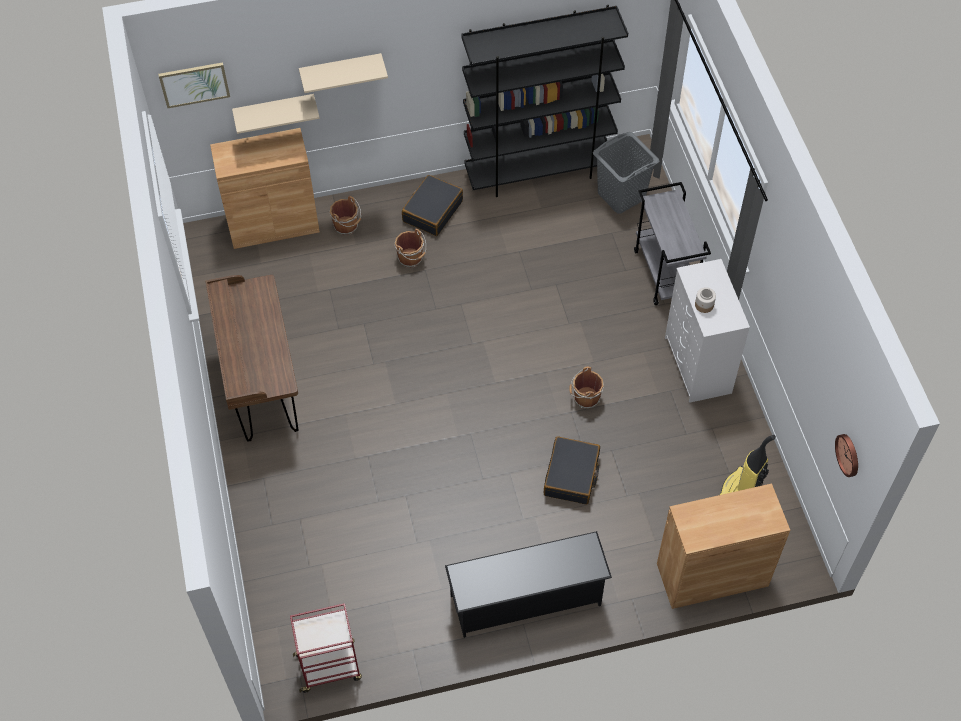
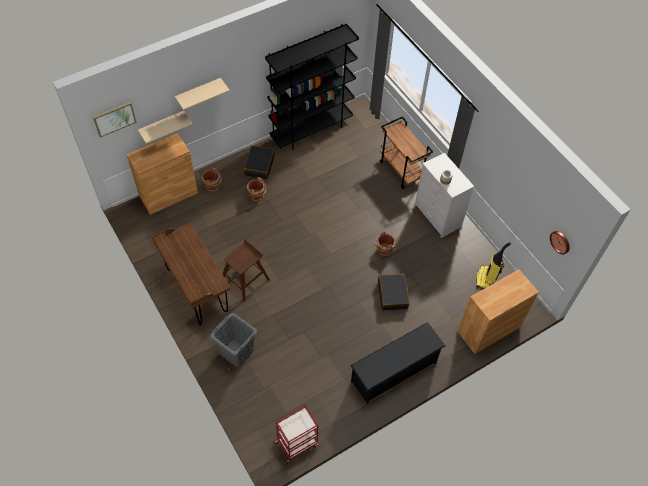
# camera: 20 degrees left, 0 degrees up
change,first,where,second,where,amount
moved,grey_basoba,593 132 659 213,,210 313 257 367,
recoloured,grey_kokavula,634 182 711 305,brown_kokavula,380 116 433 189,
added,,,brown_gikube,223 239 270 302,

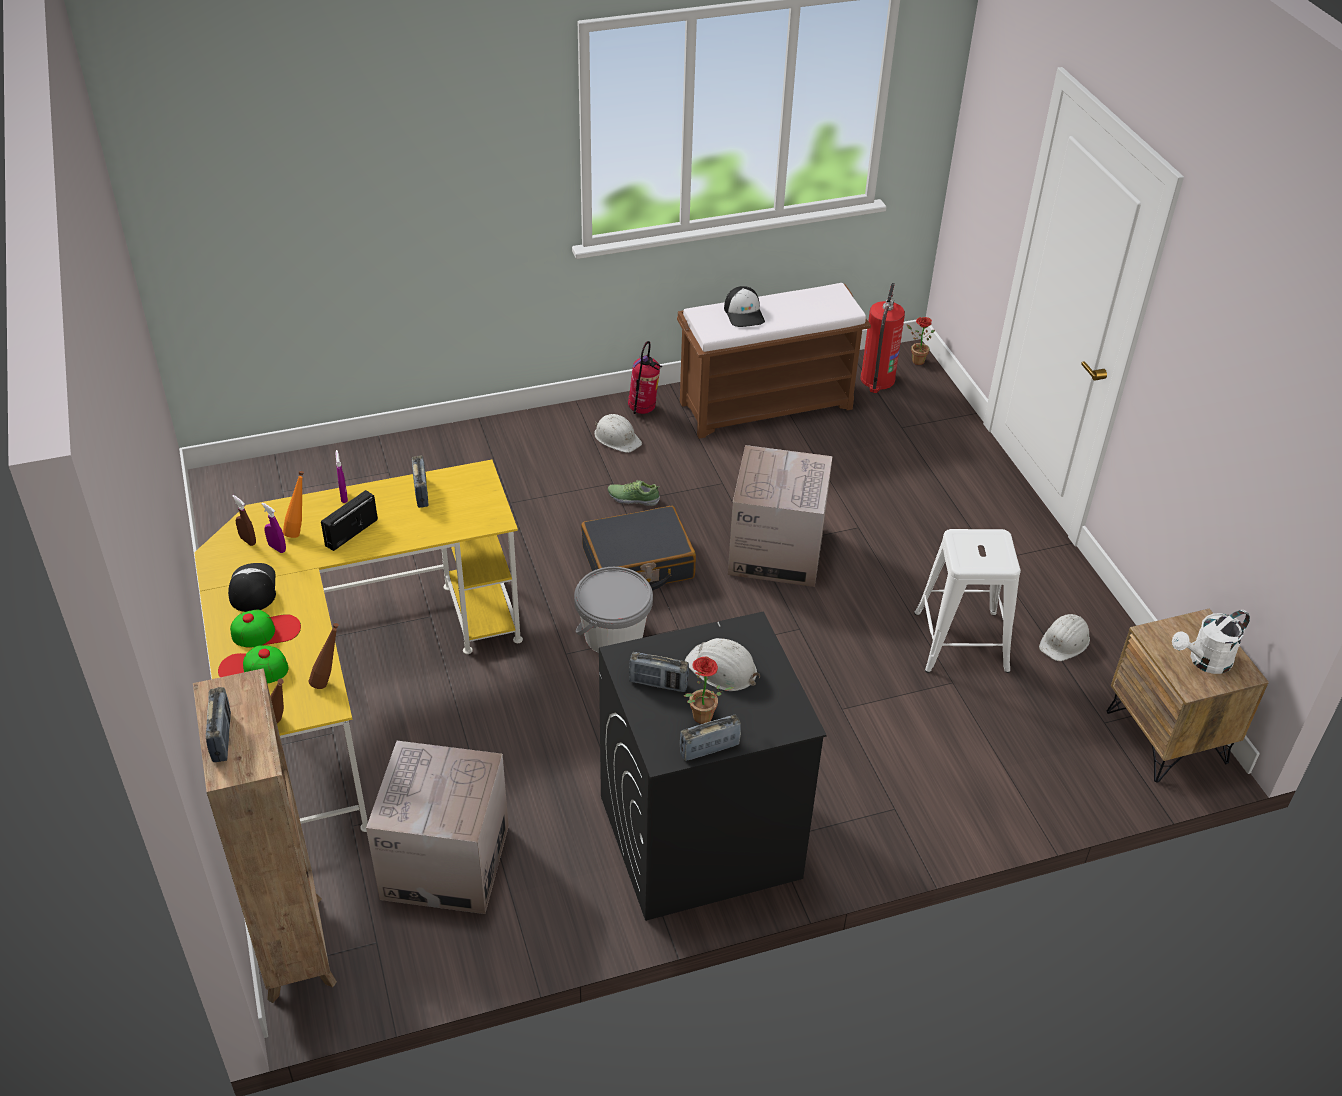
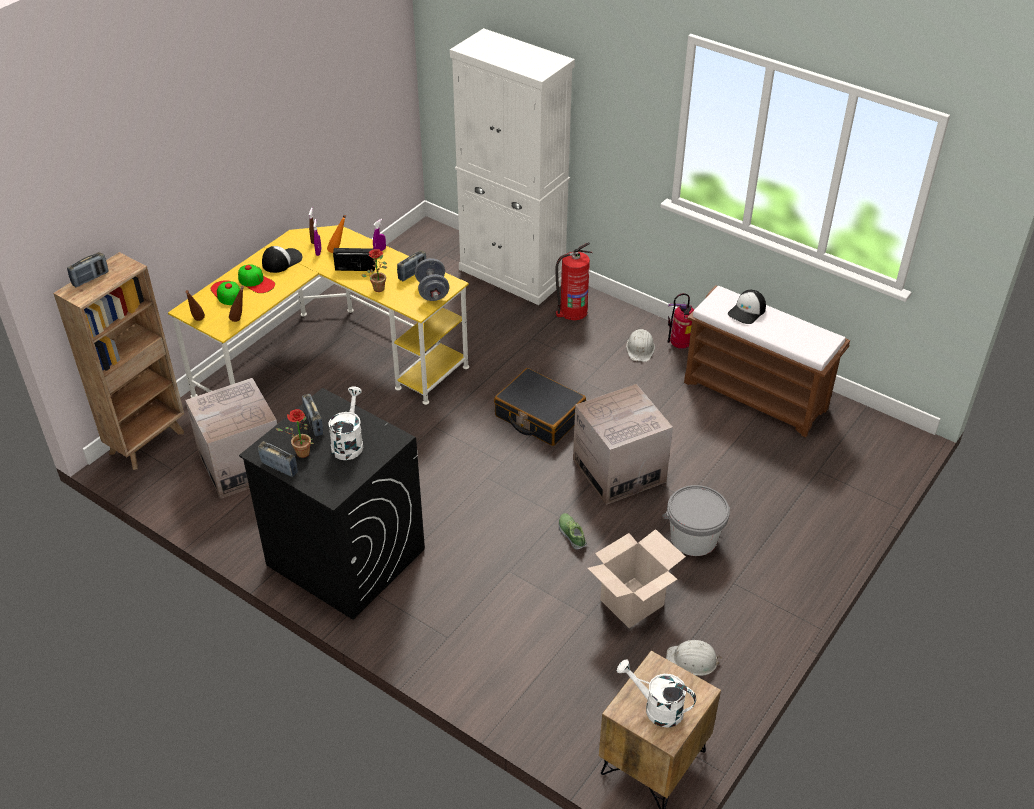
# camera: 55 degrees right, 0 degrees up
change,first,where,second,where,amount
moved,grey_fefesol,574 567 653 653,,662 485 730 556,
moved,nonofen,608 480 660 506,,559 513 587 550,
replaced,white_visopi,685 638 760 691,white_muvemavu,328 386 363 460,
moved,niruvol,860 283 905 393,,555 242 593 320,
moved,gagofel,907 317 935 365,,361 249 387 292,
replaced,white_gikube,914 529 1021 673,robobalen,587 529 686 628,
added,,,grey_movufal,415 258 449 301,
added,,,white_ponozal,450 28 575 305,

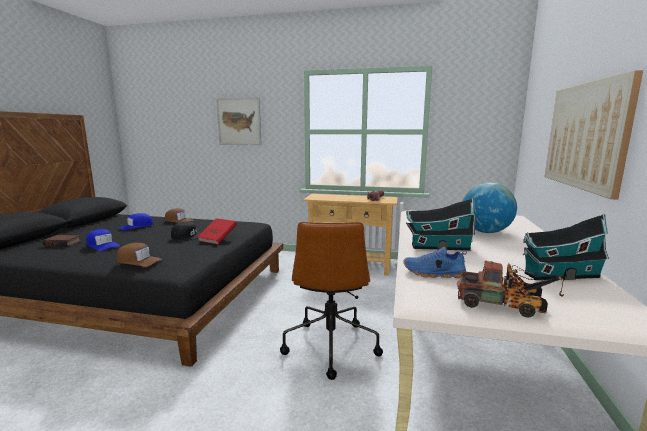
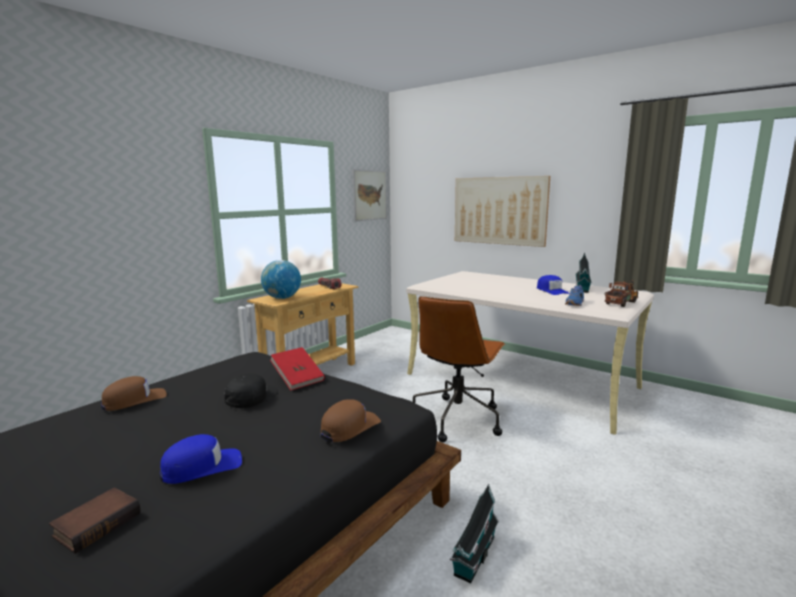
# camera: 65 degrees left, 0 degrees up
change,first,where,second,where,amount
moved,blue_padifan,119 213 154 230,,537 275 570 295,
moved,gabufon,216 98 262 145,,352 169 387 222,
turned,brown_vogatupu,280 222 383 380,,413 296 505 442,90 degrees clockwise
moved,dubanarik,406 198 476 251,,450 484 499 583,
moved,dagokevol,463 183 517 233,,261 260 301 299,

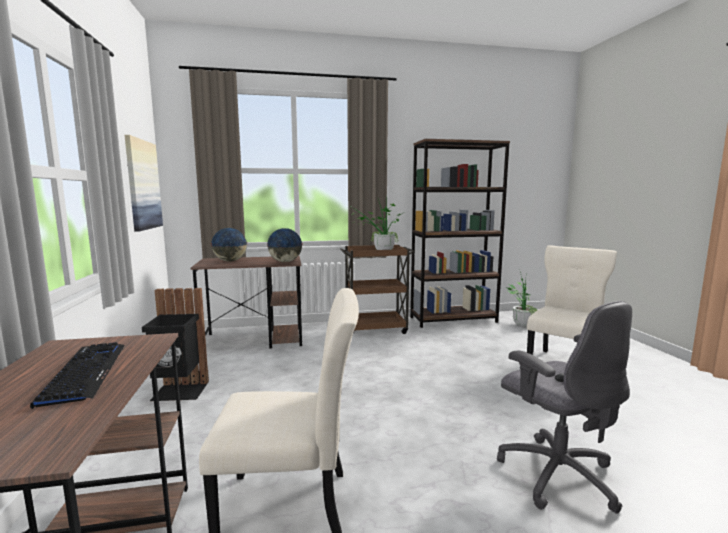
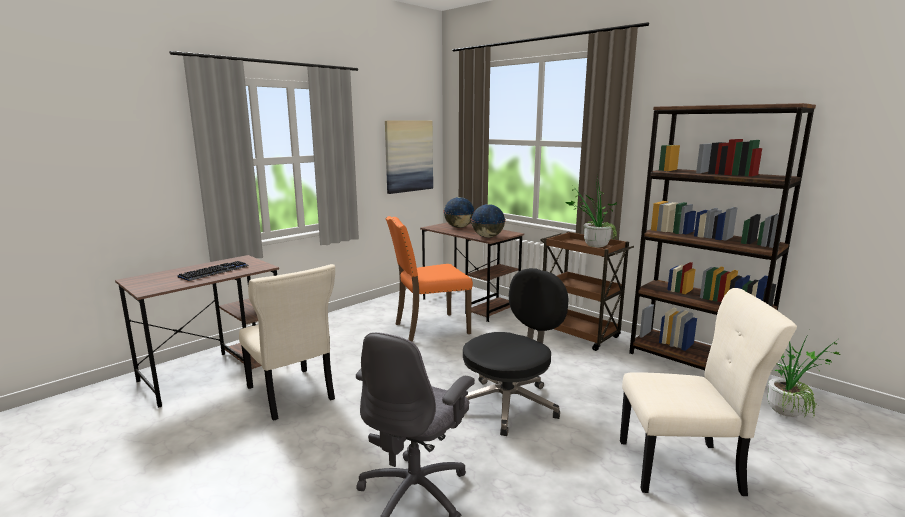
# camera: 55 degrees right, 5 degrees up
change,first,where,second,where,amount
removed,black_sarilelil,142 288 209 401,,,
added,,,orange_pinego,385 216 473 342,
added,,,black_vogatupu,463 268 569 436,

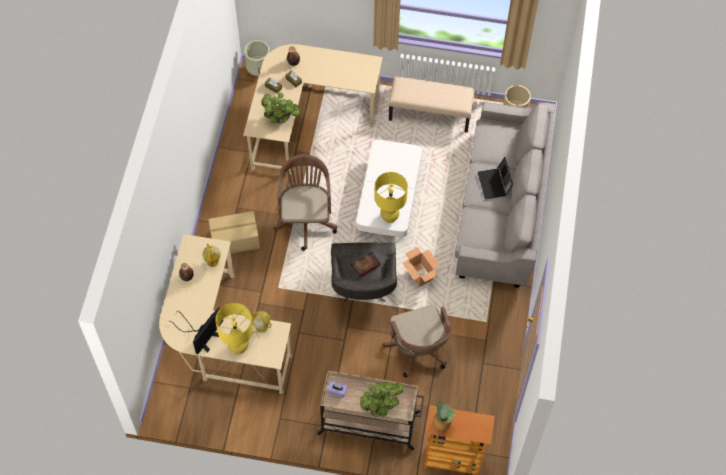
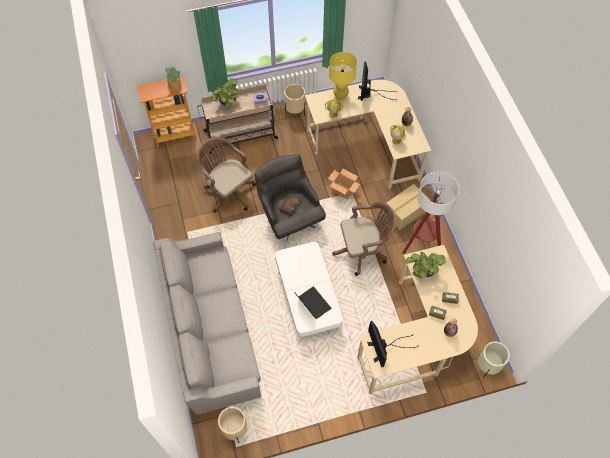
# camera: 155 degrees right, 0 degrees up
change,first,where,second,where,amount
turned,brown_vogatupu,274 154 337 251,,332 202 396 276,75 degrees counterclockwise
removed,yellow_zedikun,374 172 408 223,,,
removed,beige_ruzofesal,388 76 475 132,,,
moved,robobalen,403 247 440 287,,328 169 360 200,
moved,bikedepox,478 157 513 199,,294 286 331 319,
added,,,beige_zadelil,284 84 305 116,
added,,,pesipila,367 321 419 367,
added,,,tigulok,402 171 460 254,

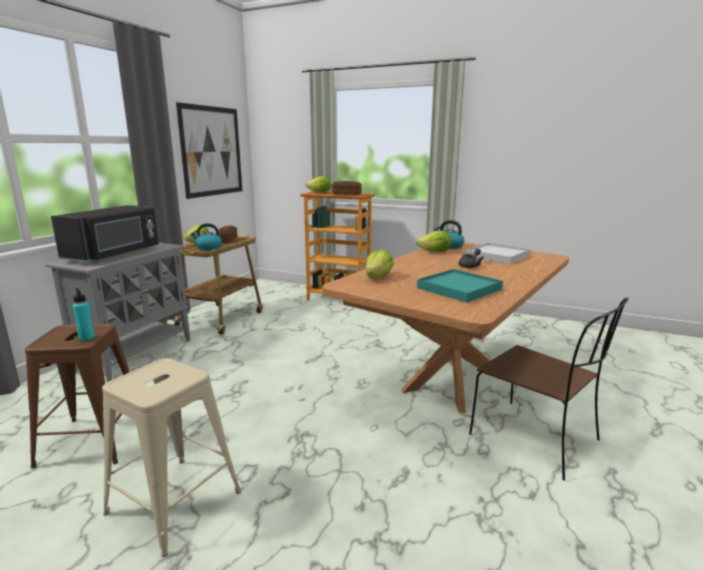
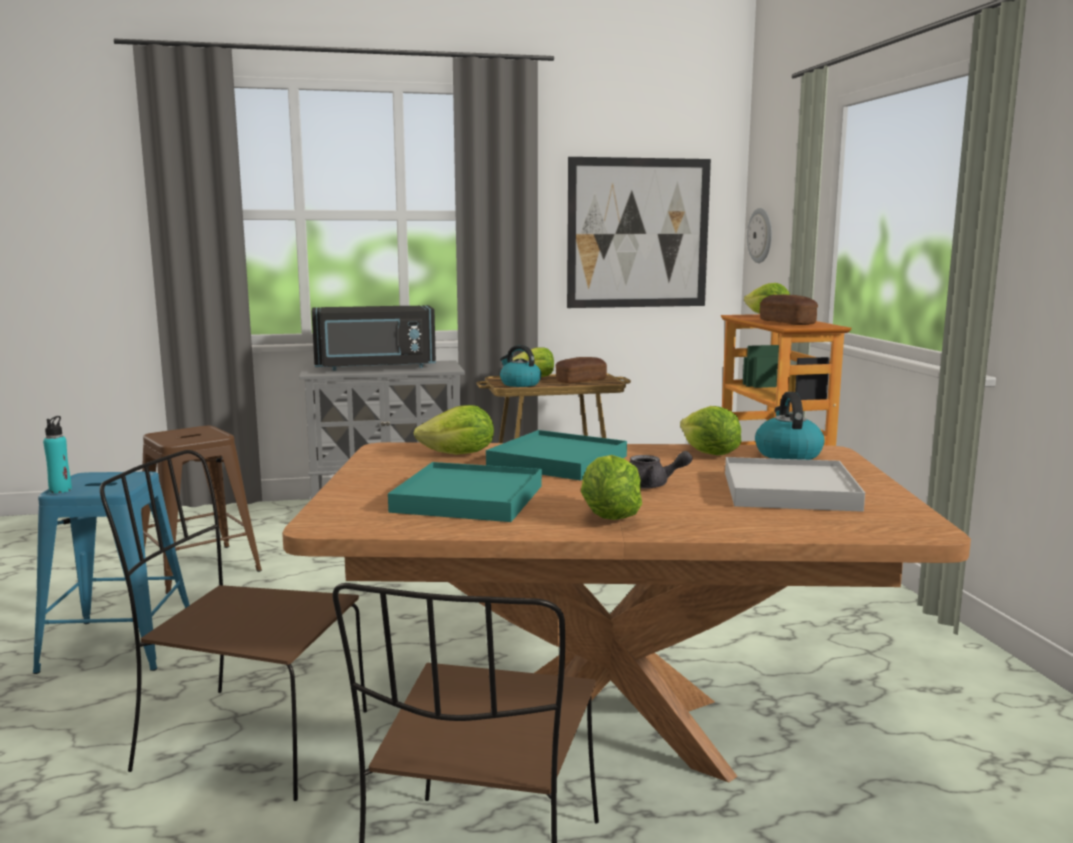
# camera: 55 degrees right, 5 degrees down
change,first,where,second,where,amount
moved,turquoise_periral,72 288 95 341,,43 416 72 493,
recoloured,beige_gikube,102 358 241 557,blue_gikube,33 472 189 674,
added,,,brown_pinego,100 450 367 801,
added,,,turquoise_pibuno,486 430 627 481,
added,,,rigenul,581 455 642 520,
added,,,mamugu,747 208 772 263,

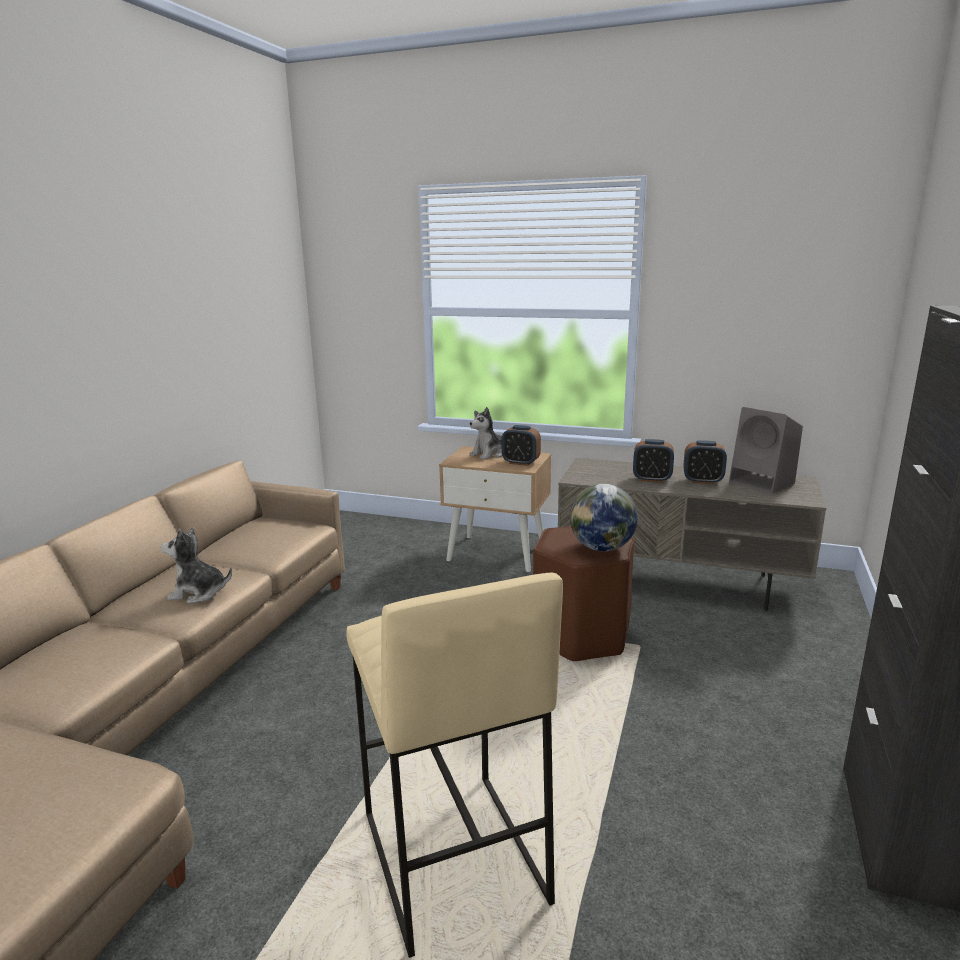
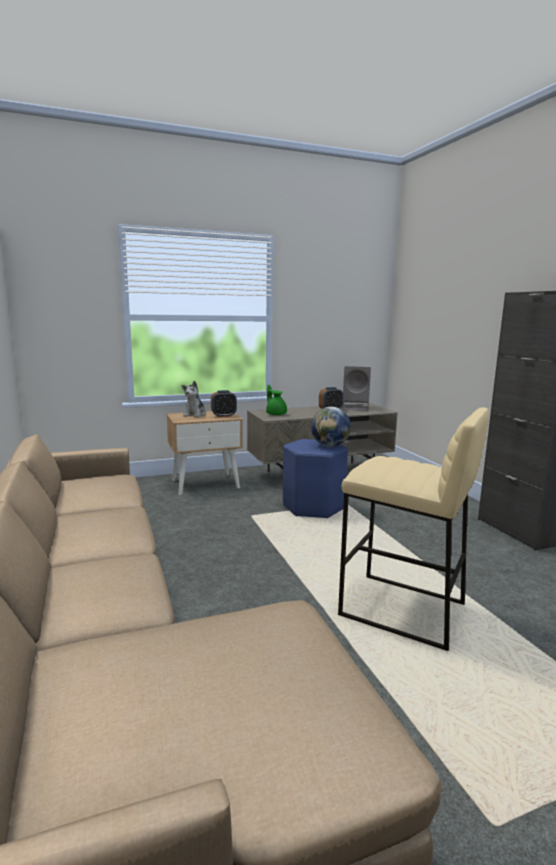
# camera: 40 degrees left, 5 degrees down
change,first,where,second,where,amount
removed,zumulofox,161 527 232 604,,,
recoloured,brown_gikube,533 526 634 661,blue_gikube,283 439 348 518,
removed,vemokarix,633 439 674 483,,,
added,,,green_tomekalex,266 385 287 415,

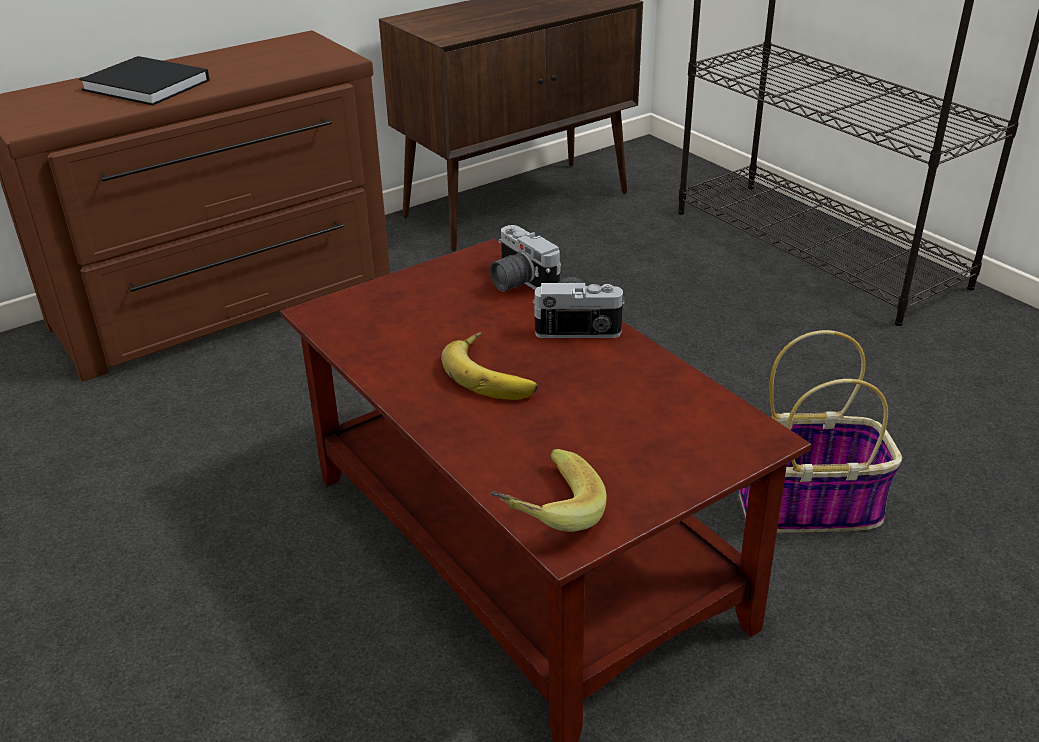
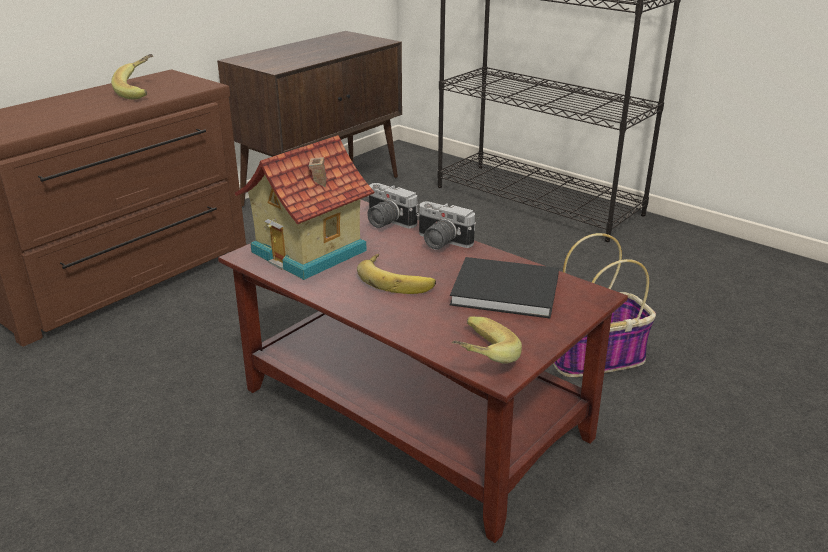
# camera: 15 degrees left, 5 degrees down
change,first,where,second,where,amount
moved,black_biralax,79 56 210 106,,450 257 559 319,
turned,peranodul,533 277 625 338,,416 201 476 250,135 degrees counterclockwise
added,,,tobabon,111 54 153 100,
added,,,dubanarik,235 135 374 280,

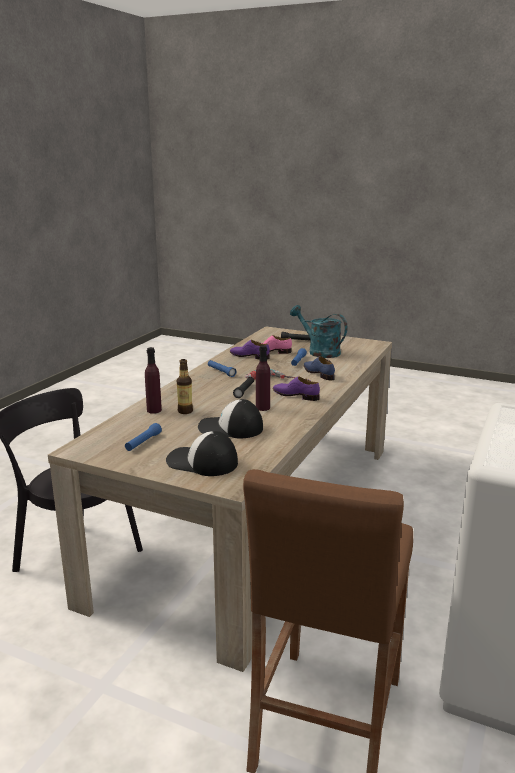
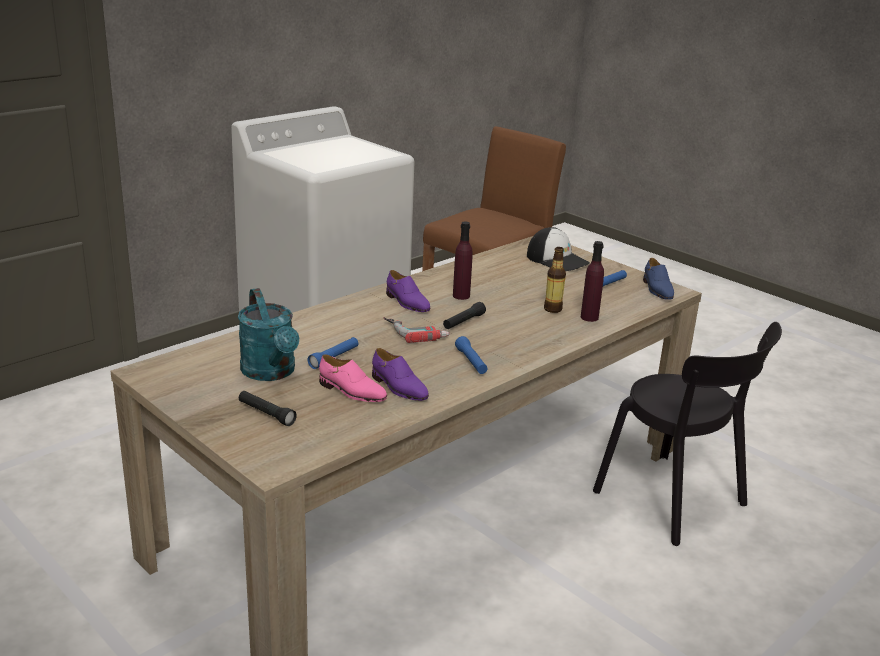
# camera: 160 degrees left, 5 degrees up
change,first,where,second,where,amount
removed,padifan,198 399 263 438,,,
moved,blue_nonofen,304 356 335 380,,643 258 674 300,

